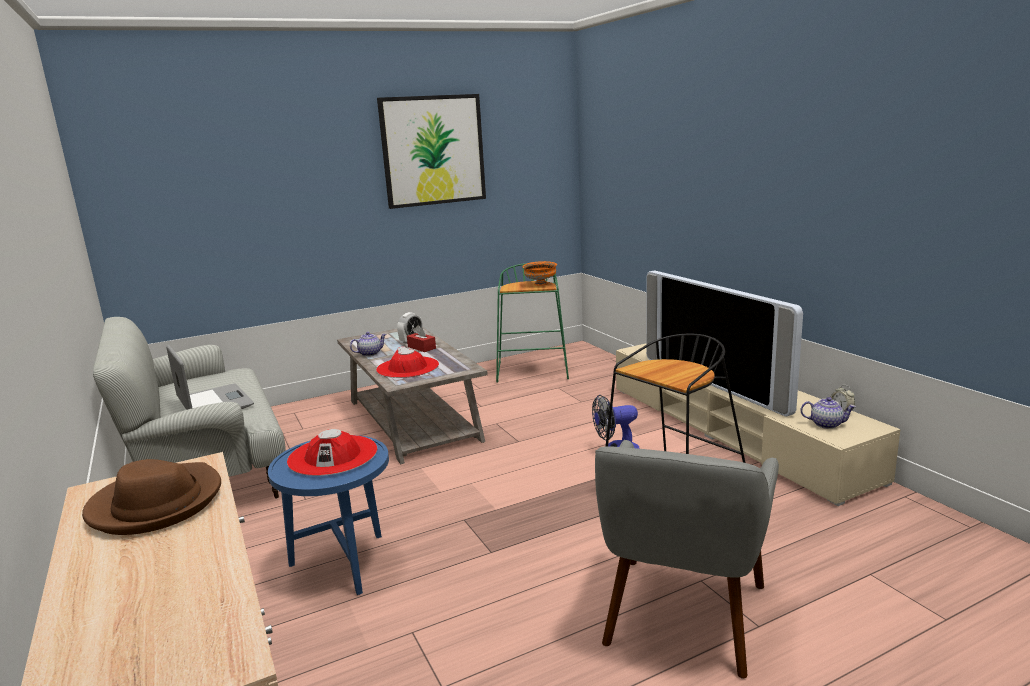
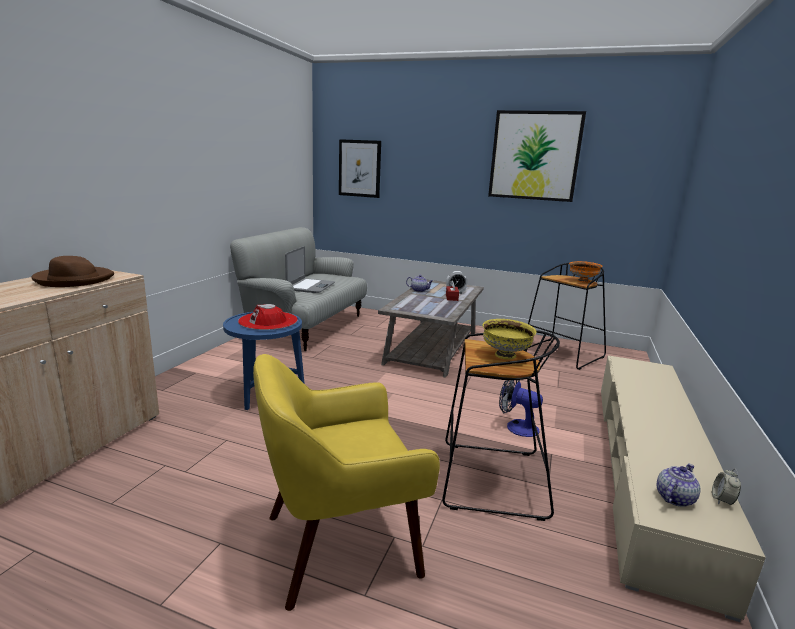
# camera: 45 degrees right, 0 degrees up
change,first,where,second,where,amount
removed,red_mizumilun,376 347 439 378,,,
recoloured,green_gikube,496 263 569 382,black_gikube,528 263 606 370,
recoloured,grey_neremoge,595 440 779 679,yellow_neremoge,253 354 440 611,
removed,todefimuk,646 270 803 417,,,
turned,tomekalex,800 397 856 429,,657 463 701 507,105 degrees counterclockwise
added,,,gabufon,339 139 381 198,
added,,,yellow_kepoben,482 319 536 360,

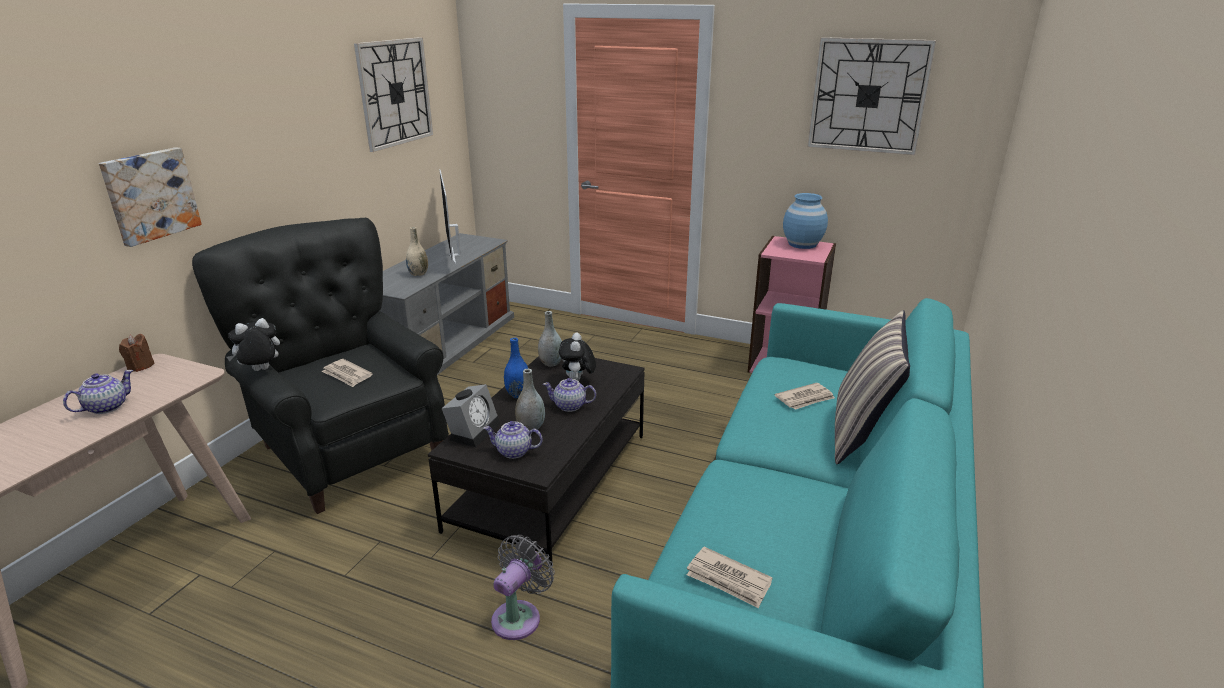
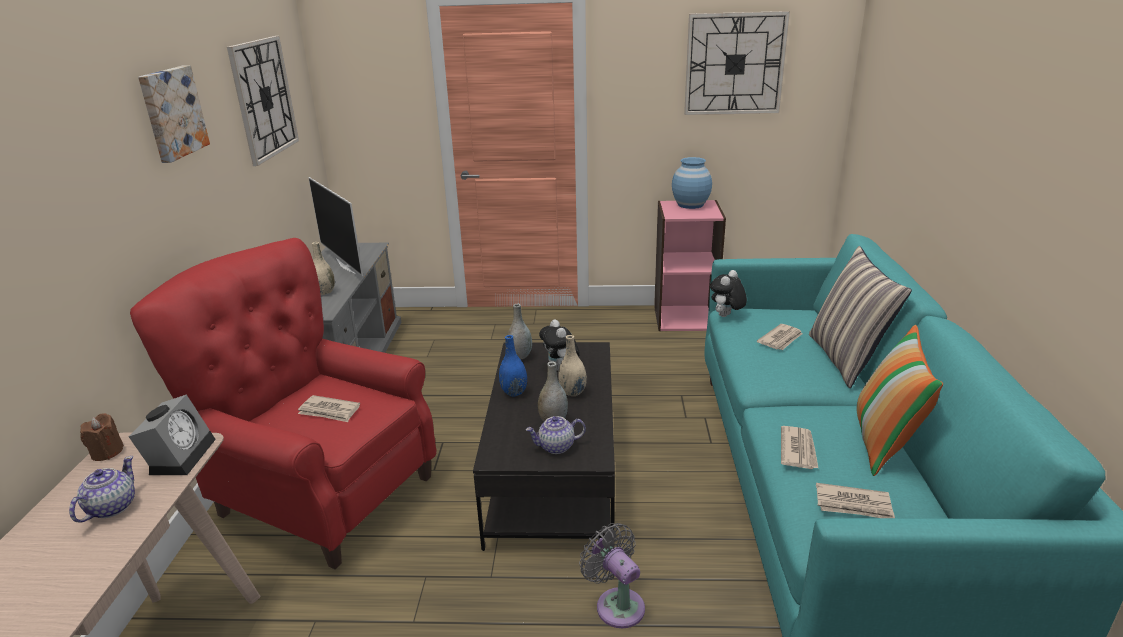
# camera: 20 degrees left, 0 degrees up
change,first,where,second,where,amount
moved,gabufon,99 147 202 247,,138 65 210 163,
recoloured,black_neremoge,192 218 449 514,red_neremoge,130 238 437 569,
moved,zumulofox,227 318 280 371,,710 270 747 317,
moved,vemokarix,442 384 500 447,,129 394 216 475,
turned,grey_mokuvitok,491 535 554 640,,579 523 645 628,45 degrees counterclockwise
replaced,tomekalex,543 378 596 412,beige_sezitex,558 335 587 396,
added,,,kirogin,781 426 818 469,
added,,,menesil,856 325 943 476,

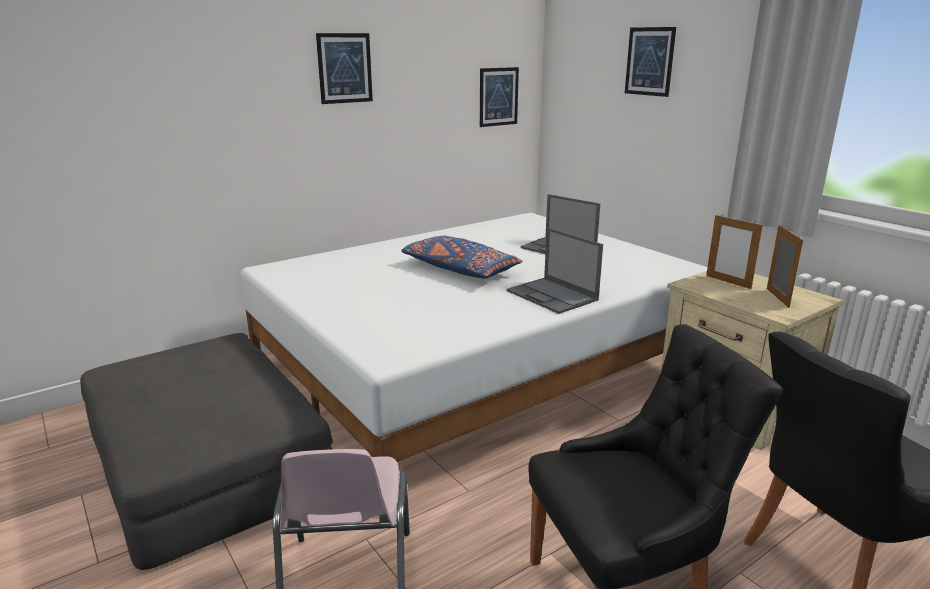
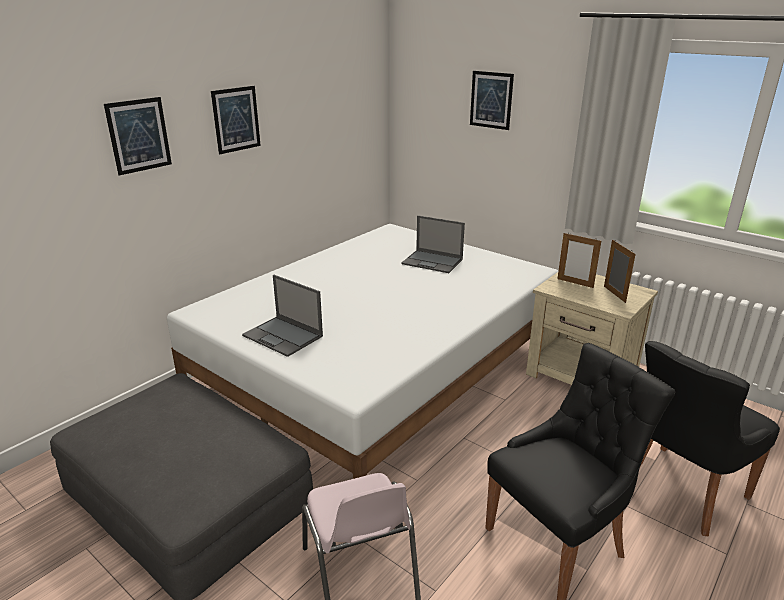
# camera: 15 degrees left, 5 degrees up
change,first,where,second,where,amount
removed,blue_menesil,401 236 523 278,,,
moved,gabufon,480 67 519 127,,104 97 172 176,
moved,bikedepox,507 227 603 314,,242 275 323 357,

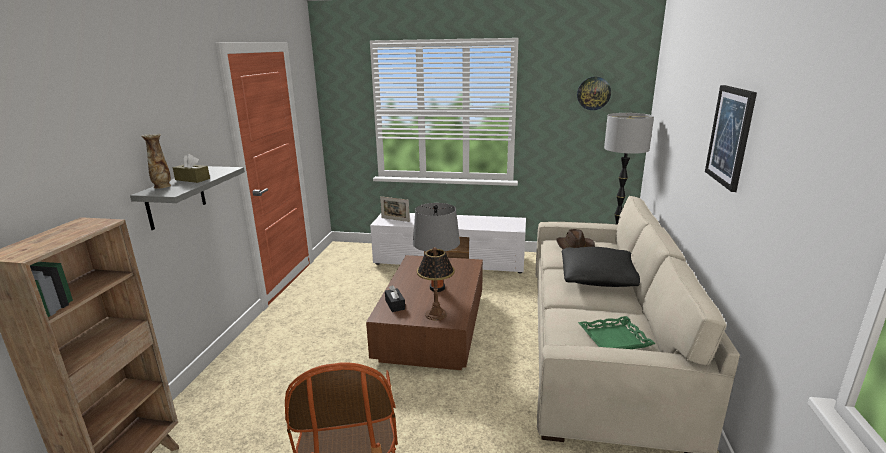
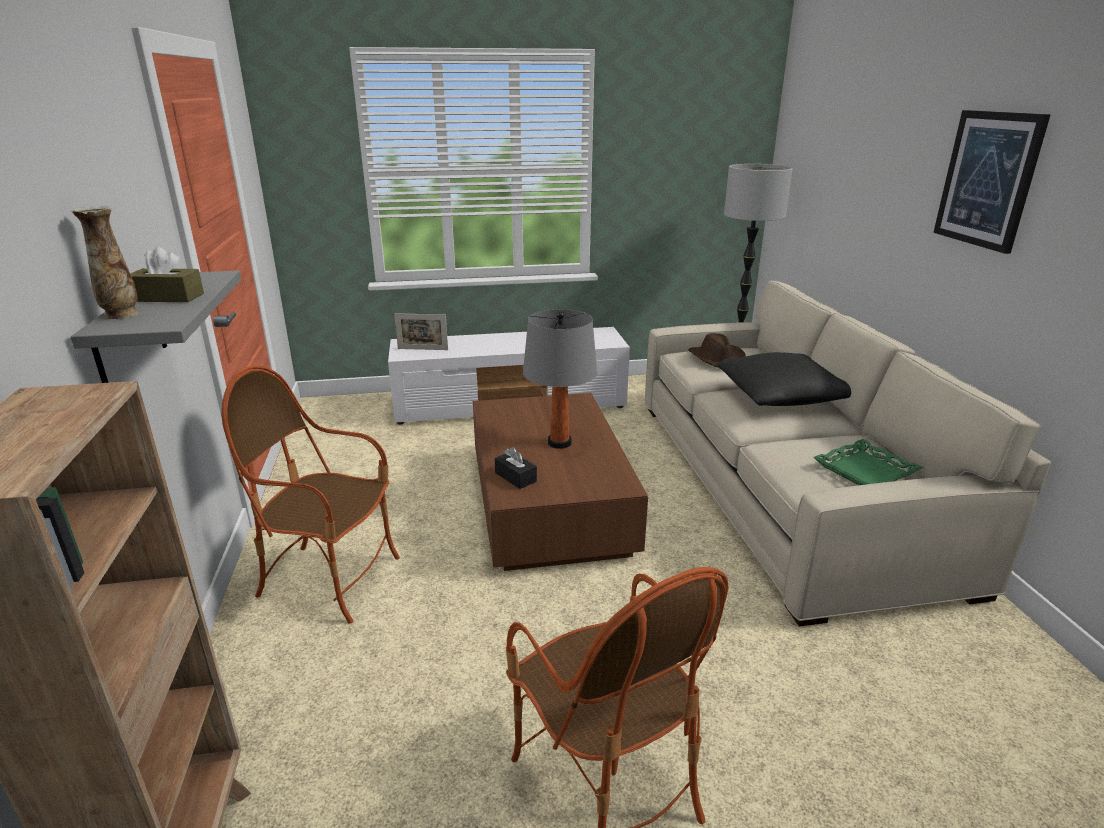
# camera: 20 degrees left, 5 degrees up
change,first,where,second,where,amount
removed,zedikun,417 247 455 321,,,
removed,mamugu,577 77 611 110,,,
added,,,neremoge,221 365 400 624,

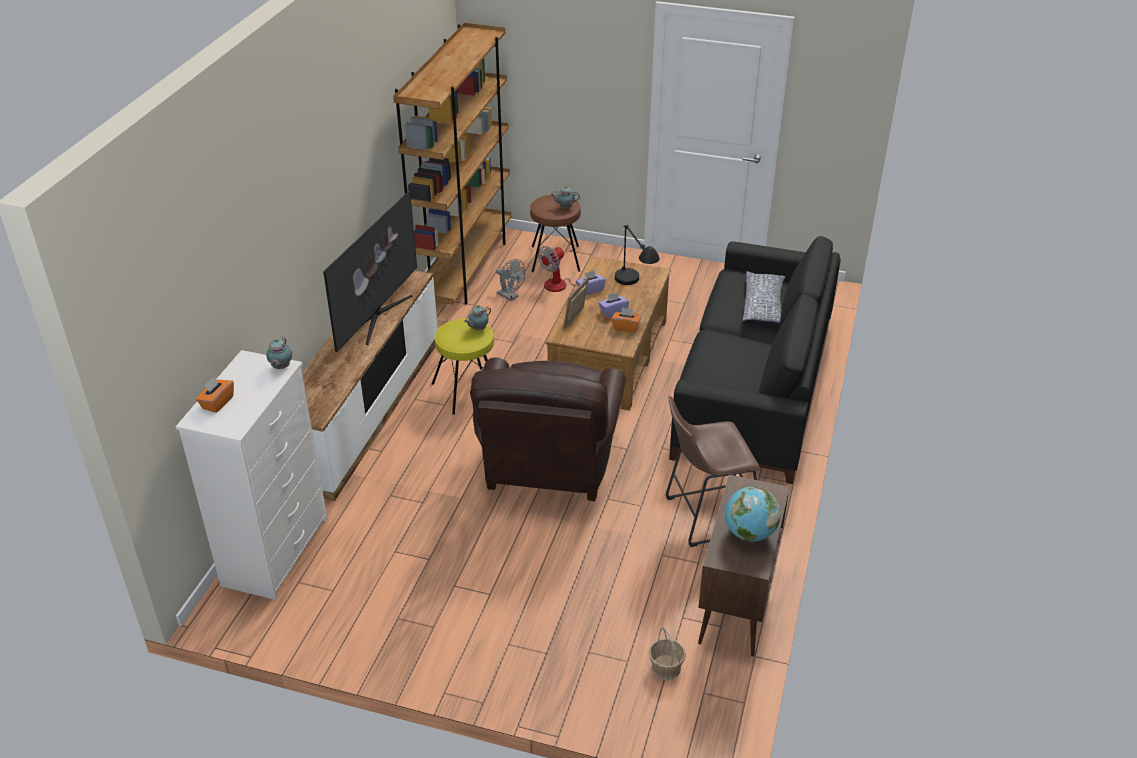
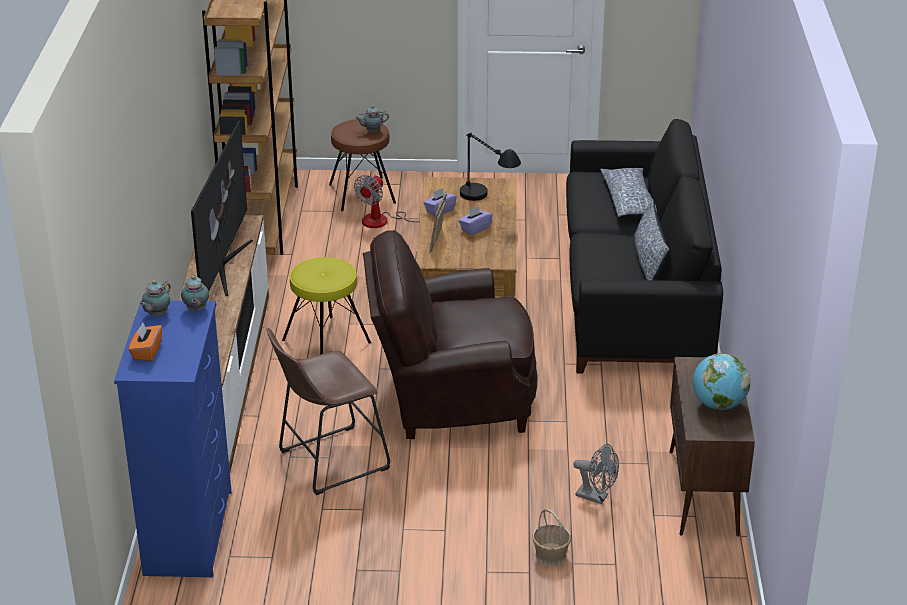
# camera: 15 degrees left, 5 degrees down
change,first,where,second,where,amount
recoloured,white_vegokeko,176 350 328 600,blue_vegokeko,114 300 231 577,
moved,tomekalex,464 305 491 330,,139 280 171 316,
turned,brown_neremoge,470 357 626 502,,363 230 538 439,90 degrees clockwise
moved,grey_mokuvitok,496 259 525 301,,573 444 619 504,
removed,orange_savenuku,611 308 641 332,,,
moved,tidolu,649 627 686 680,,532 509 571 566,
moved,brown_gikube,666 396 760 547,,266 328 390 495,
added,,,menesil,634 199 669 280,

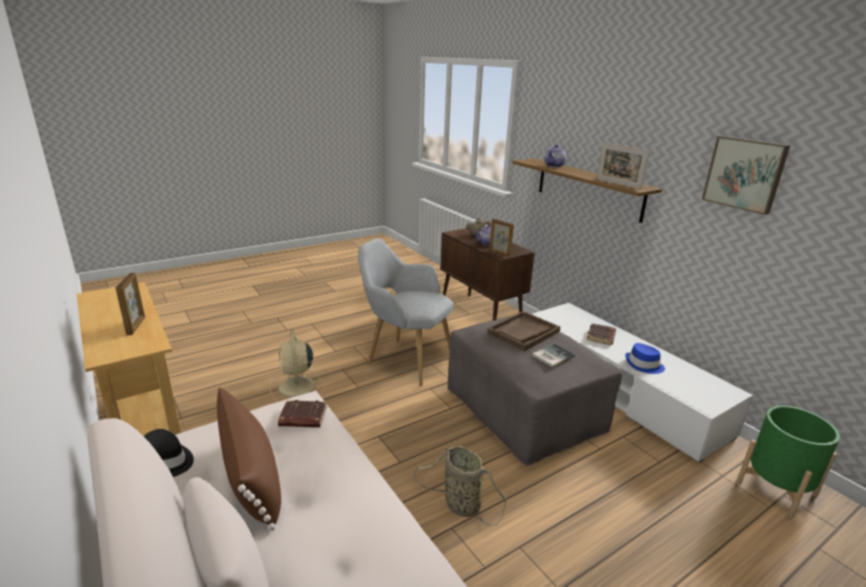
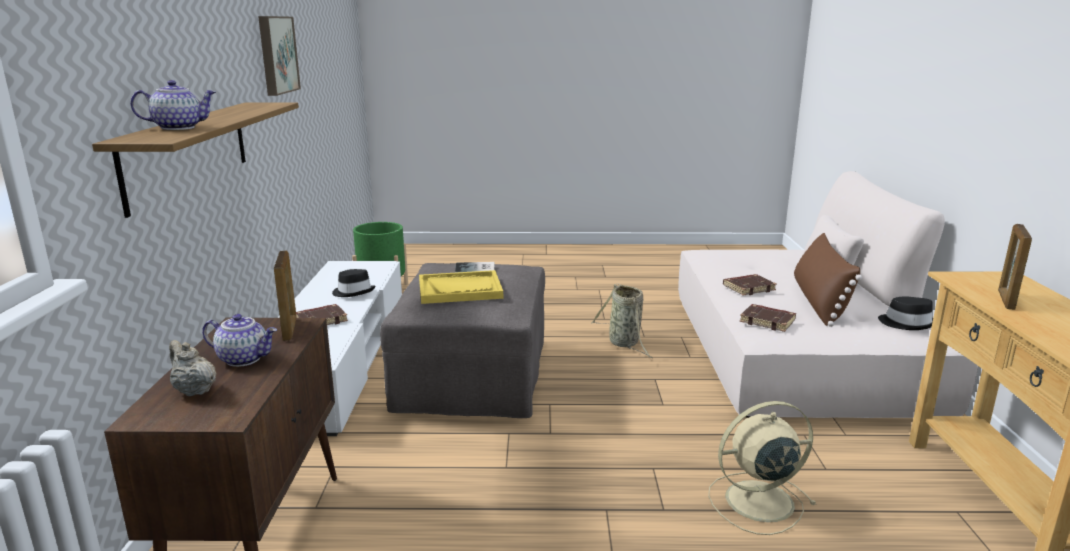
# camera: 145 degrees left, 5 degrees down
change,first,where,second,where,amount
turned,beige_mokuvitok,270 329 325 402,,708 401 817 535,120 degrees counterclockwise
removed,grey_neremoge,358 238 454 386,,,
recoloured,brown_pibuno,487 311 560 351,yellow_pibuno,419 270 503 304,
removed,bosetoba,597 143 649 189,,,
recoloured,blue_mizumilun,625 343 665 374,black_mizumilun,332 269 375 297,
added,,,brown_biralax,723 274 777 295,

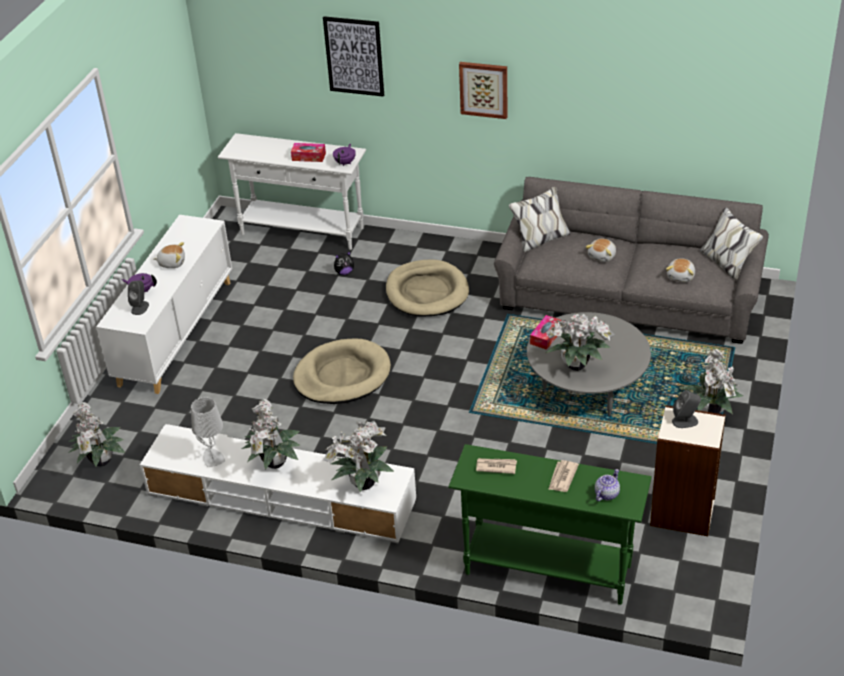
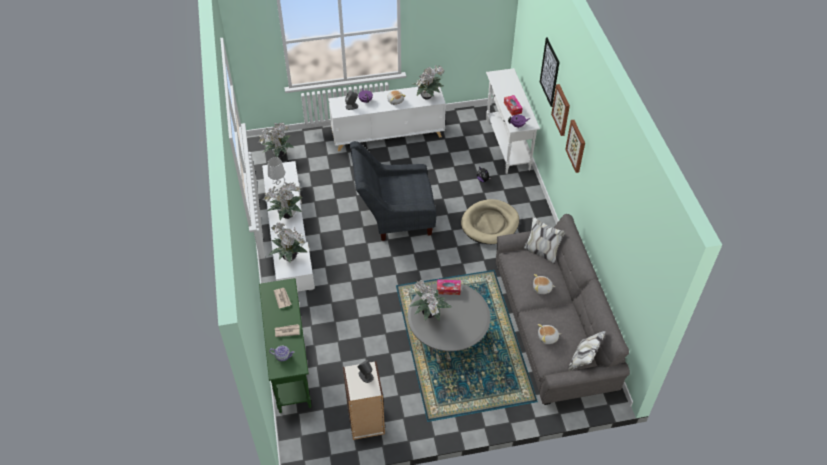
# camera: 60 degrees right, 10 degrees up
change,first,where,second,where,amount
replaced,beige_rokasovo,293 338 391 404,grey_neremoge,350 141 436 241,
moved,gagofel,681 349 743 414,,411 65 445 99,
added,,,gabufon,551 84 570 136,

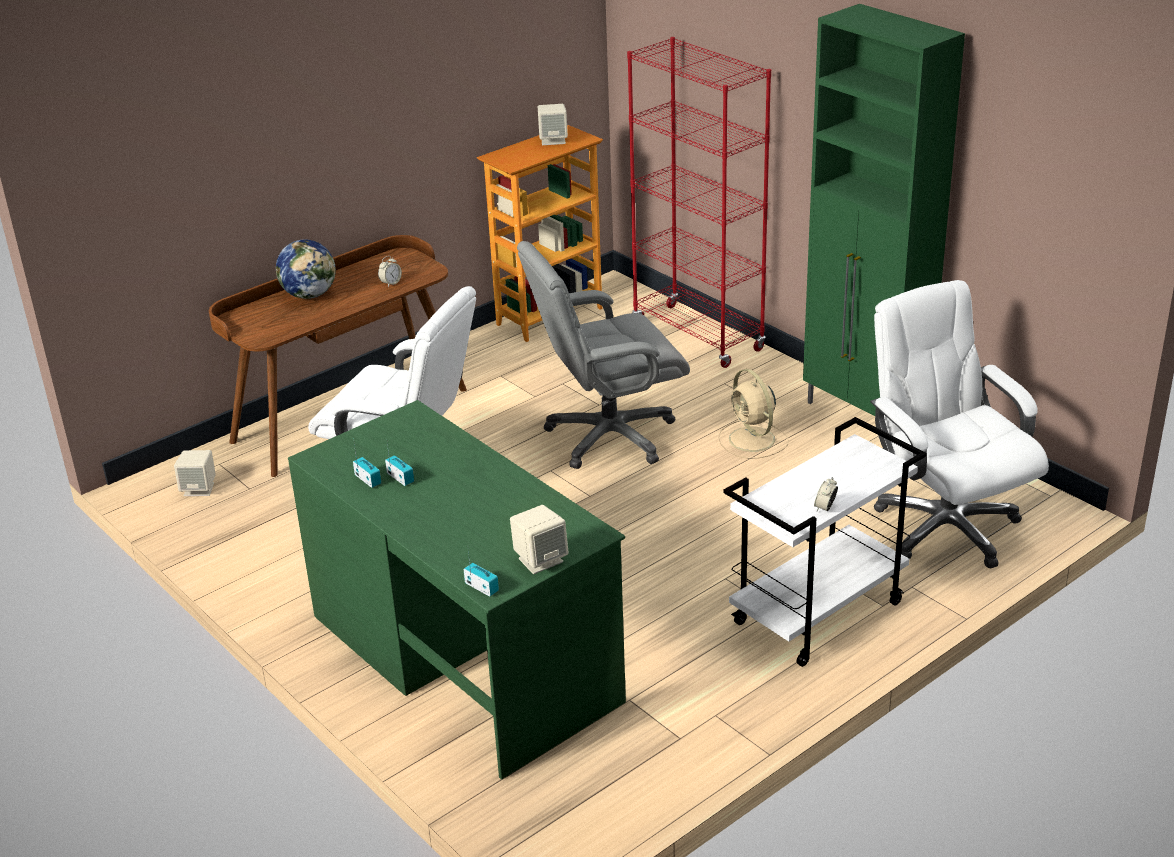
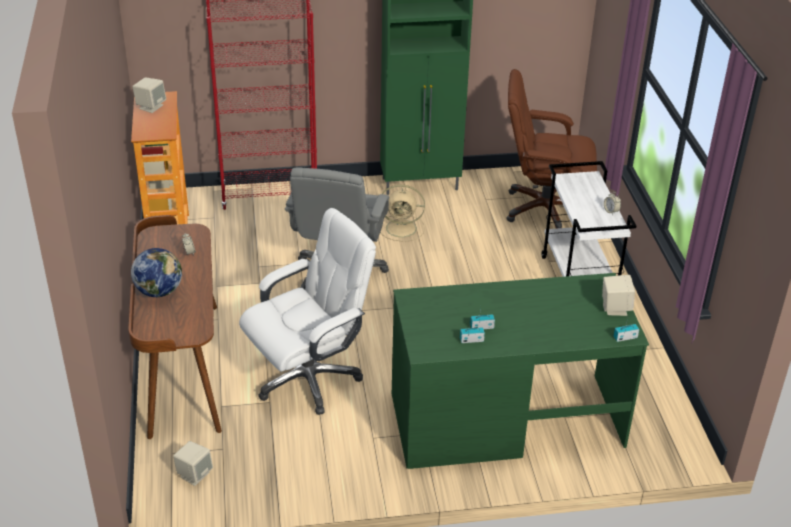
# camera: 60 degrees left, 5 degrees up
change,first,where,second,where,amount
recoloured,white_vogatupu,870 280 1049 568,brown_vogatupu,506 69 597 229,

